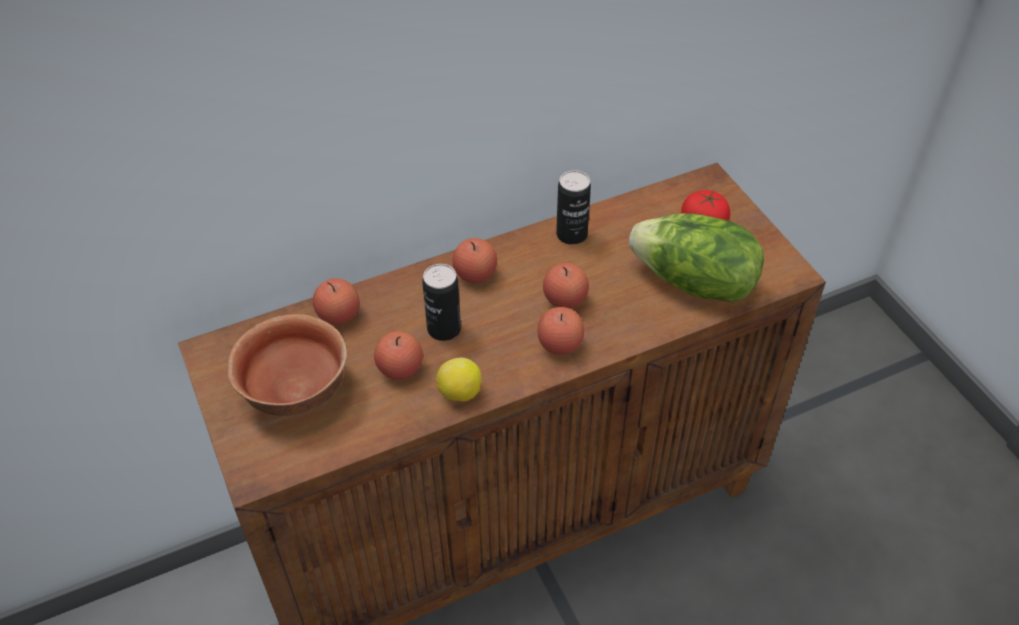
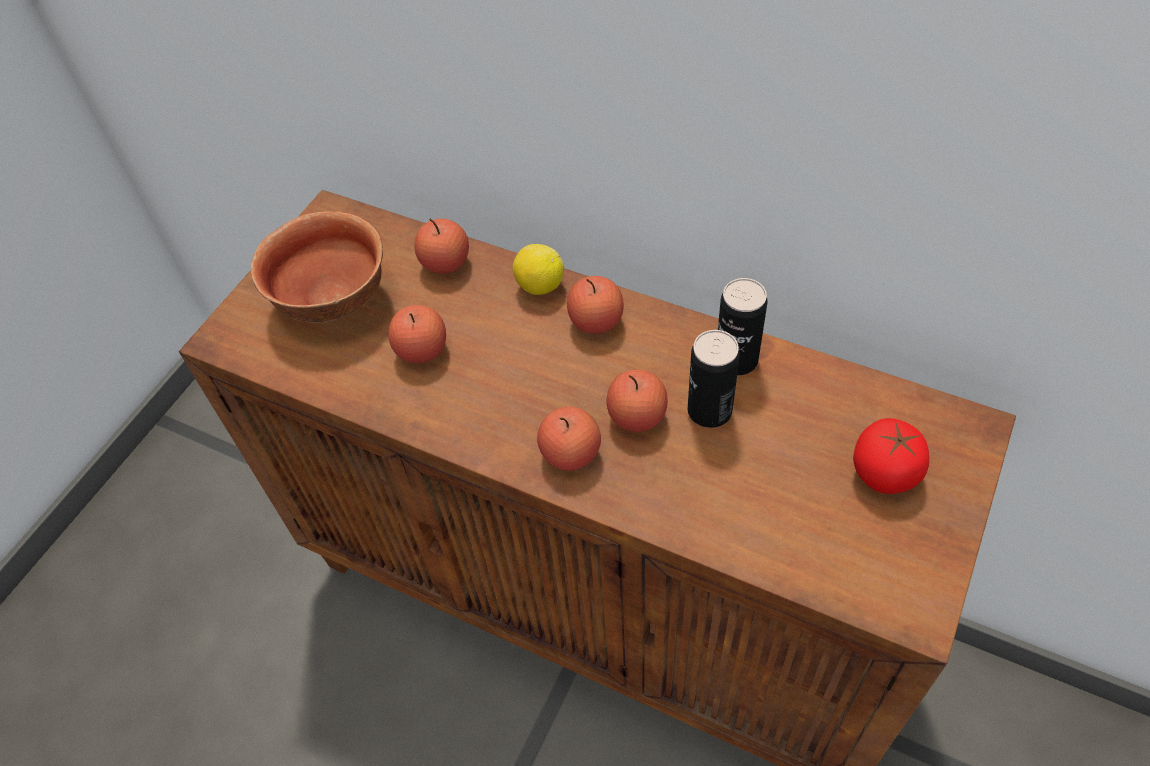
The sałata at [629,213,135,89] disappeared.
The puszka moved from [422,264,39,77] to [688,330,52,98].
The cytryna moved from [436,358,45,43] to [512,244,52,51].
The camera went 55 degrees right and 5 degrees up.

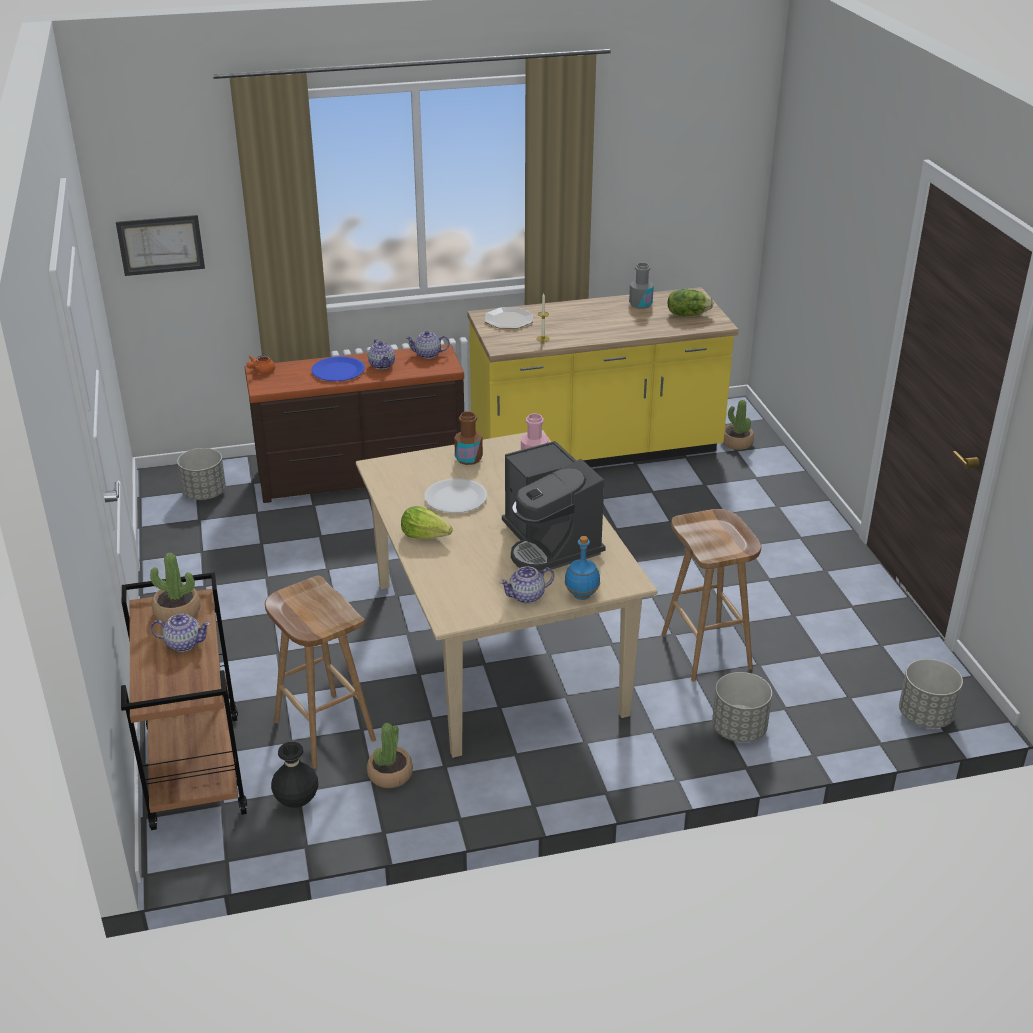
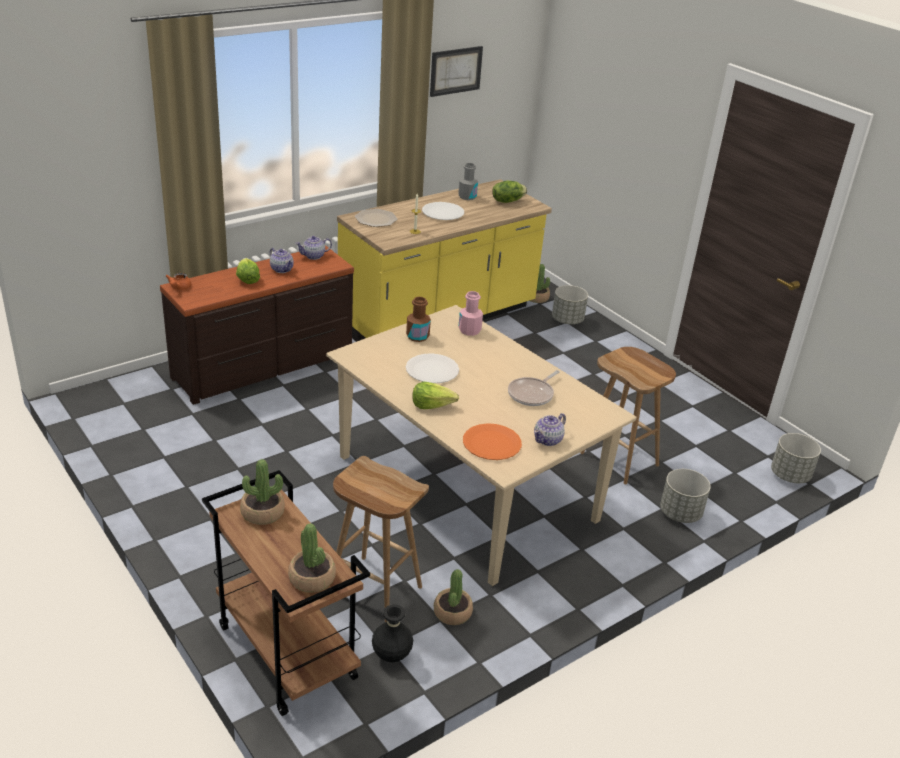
The imbryk at [151,614,60,38] disappeared.
The butelka (niebieski) at [565,536,35,64] disappeared.
The roślina doniczkowa at [288,523,48,70] appeared.
The talerz (biały) at [422,202,42,18] appeared.
The talerz (pomarańczowy) at [463,423,59,37] appeared.
The obraz moved from [116,215,89,61] to [430,46,53,51].
The donica (szary) moved from [177,448,49,52] to [552,285,36,39].
The talerz (niebieski) at [311,356,54,25] was replaced by the sałata at [236,258,24,26].
The ekspres do kawy at [502,441,104,131] was replaced by the patelnia at [508,370,52,36].
The camera went 25 degrees left and 0 degrees up.

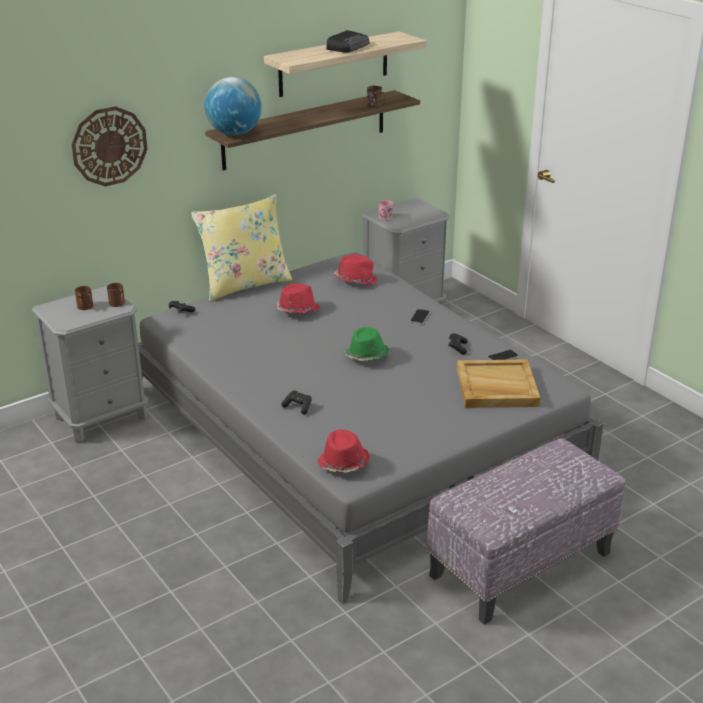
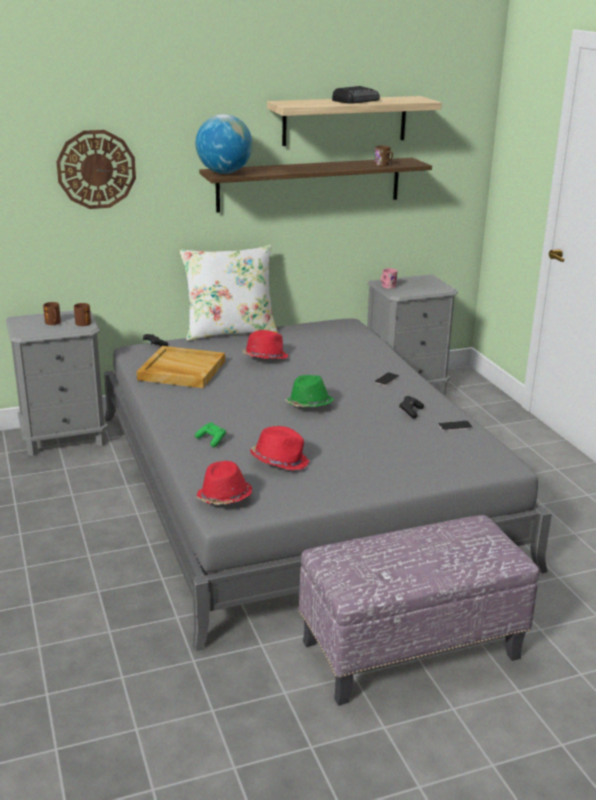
The kapelusz (czerwony) moved from [334,254,43,31] to [250,426,60,44].
The taca (beżowy) moved from [457,359,83,49] to [137,346,88,42].
The poduszka (żółty) at [191,194,102,107] became the poduszka (biały) at [179,245,99,96].
The pad do gier (czarny) at [282,391,30,23] became the pad do gier (zielony) at [195,422,31,25].
The camera went 15 degrees right and 5 degrees down.

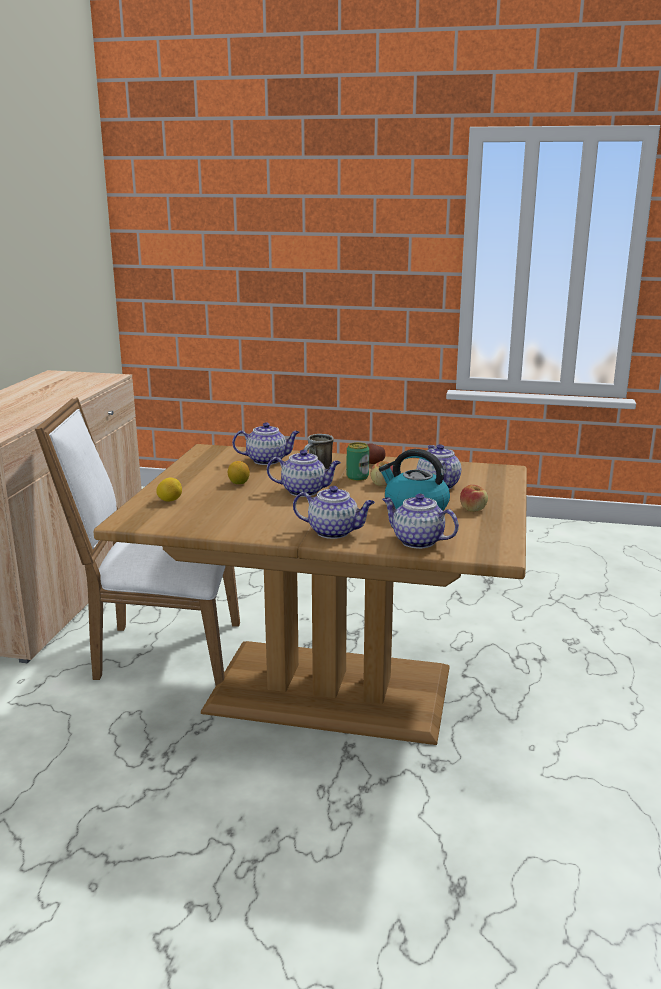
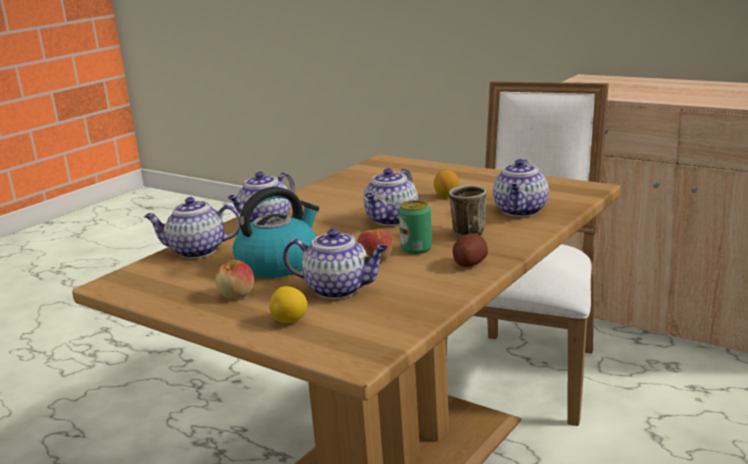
The cytryna moved from [156,478,26,24] to [269,286,39,37].
The imbryk at [382,494,77,55] turned 150 degrees counterclockwise.
The camera went 115 degrees right and 0 degrees up.

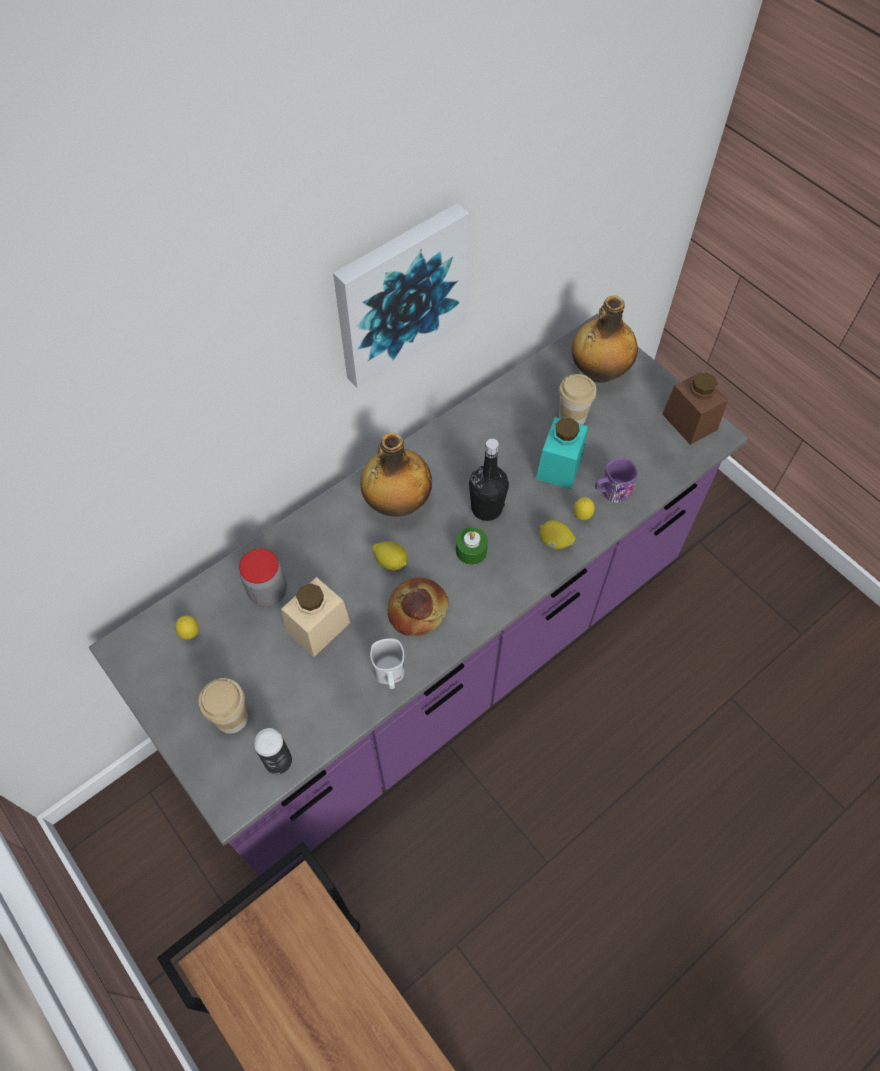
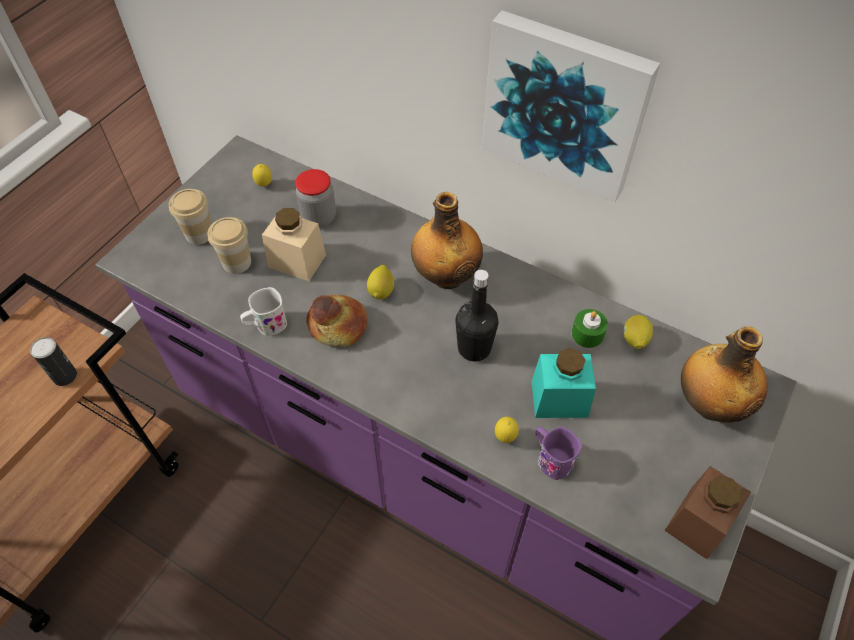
The puszka moved from [254,728,38,47] to [30,337,47,49].
The świeca (zielony) moved from [456,527,32,38] to [572,309,36,39].
The cytryna moved from [540,520,36,29] to [624,315,29,34].
The filiżanka moved from [559,374,38,51] to [207,217,44,57].
The camera went 70 degrees right and 5 degrees down.

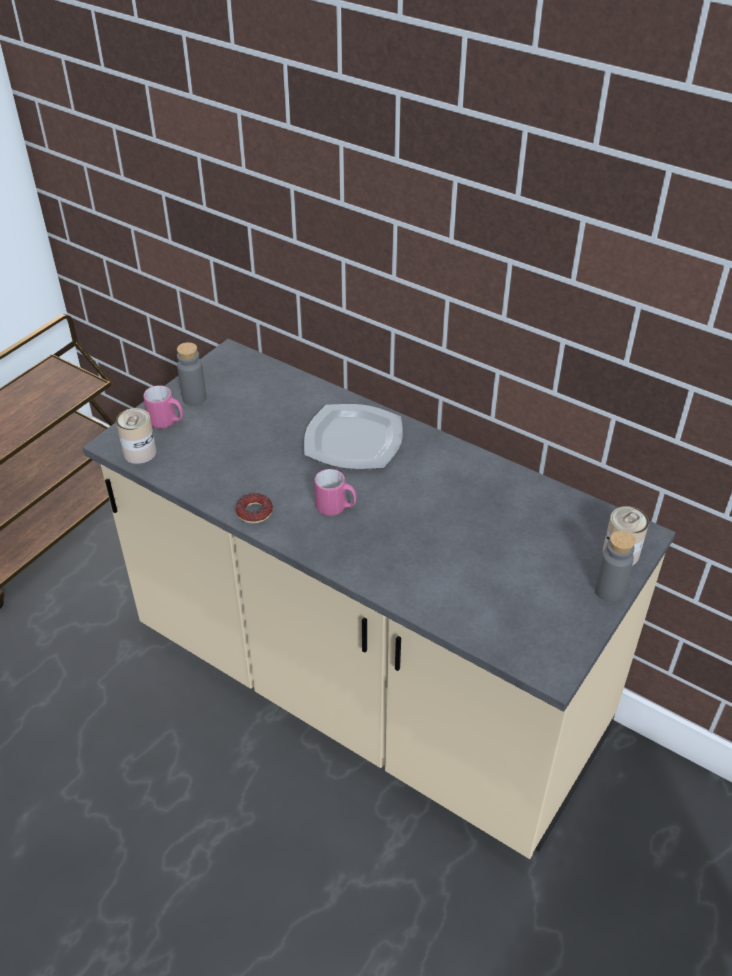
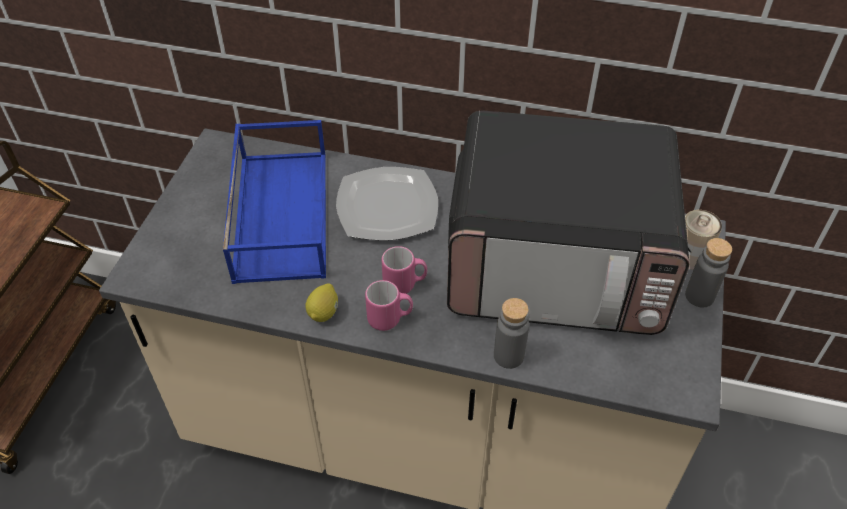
The puszka at [116,408,41,56] disappeared.
The taca (niebieski) at [223,120,103,164] appeared.
The mikrofalówka at [447,111,243,224] appeared.
The kubek (różowy) moved from [143,385,40,44] to [365,280,48,51].
The butelka (szary) moved from [177,342,30,64] to [494,298,35,71].
The donut at [236,493,37,31] was replaced by the cytryna at [306,283,32,39].
The camera went 20 degrees left and 5 degrees up.

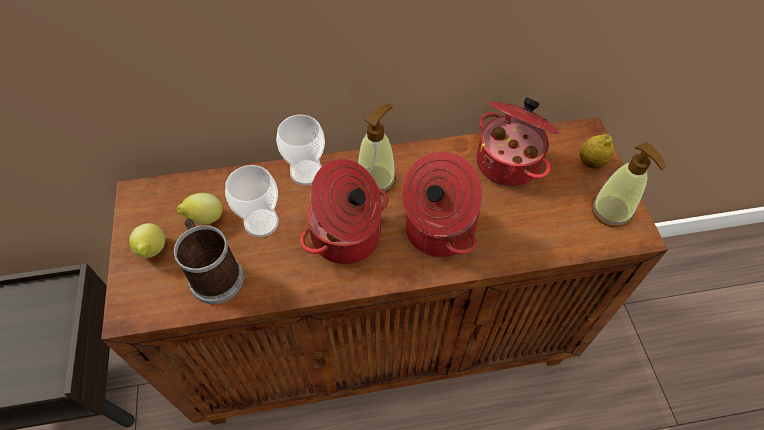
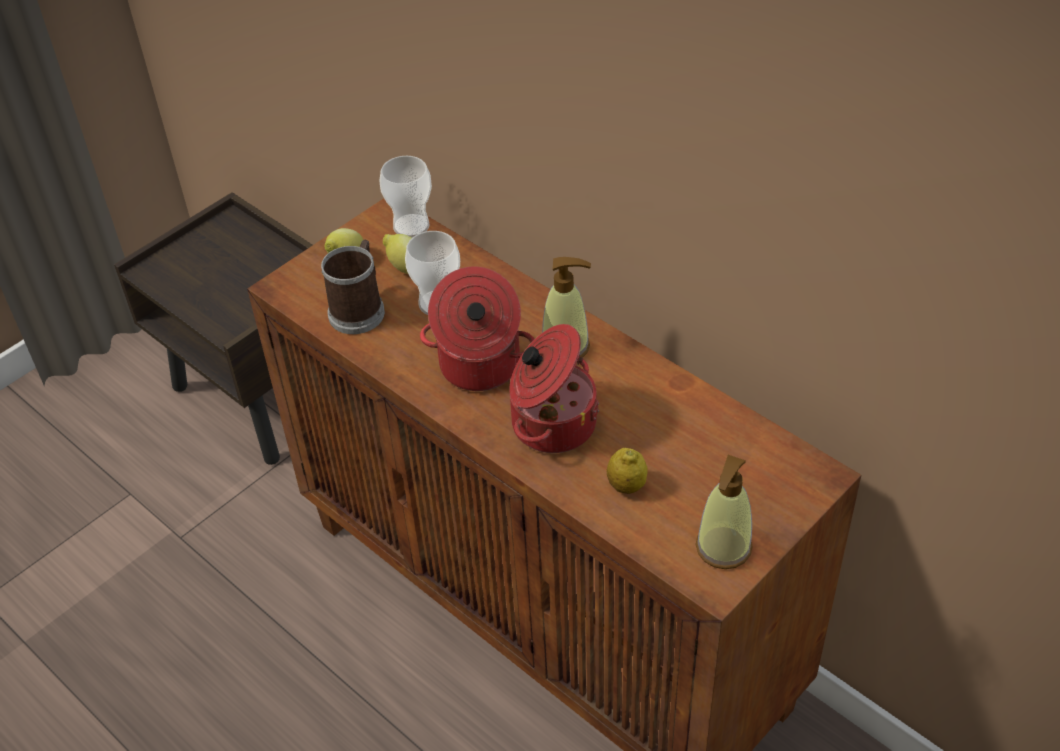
The garnek at [477,98,83,89] disappeared.
The filiżanka moved from [276,115,49,70] to [380,156,52,81].
The cytryna moved from [580,134,34,35] to [607,448,41,46].
The camera went 55 degrees right and 10 degrees down.

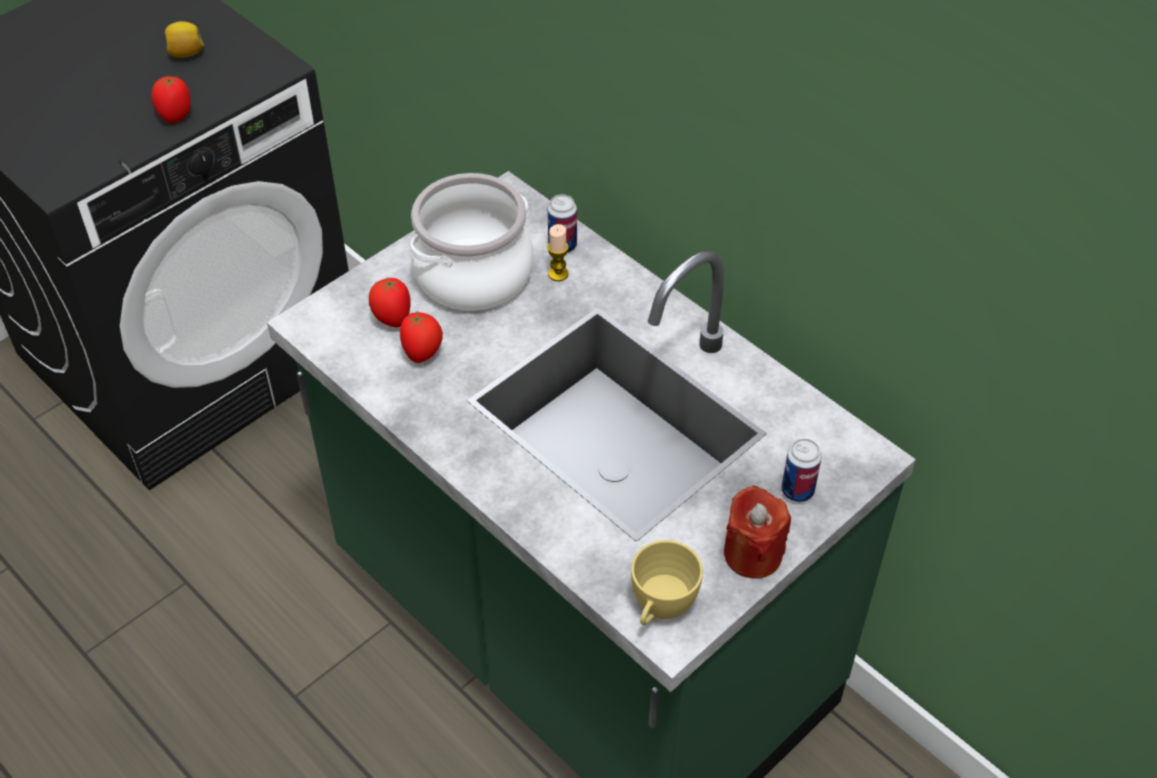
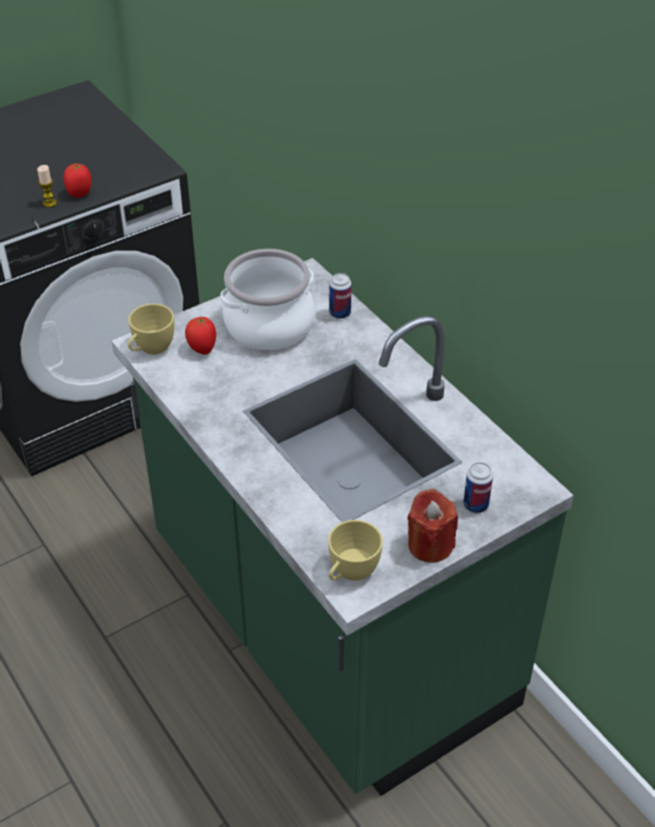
The cytryna at [165,21,39,37] disappeared.
The pomidor at [400,310,43,53] disappeared.
The filiżanka (żółty) at [128,304,46,51] appeared.
The świeca moved from [547,224,22,57] to [37,165,20,42].
The camera went 10 degrees right and 5 degrees down.

